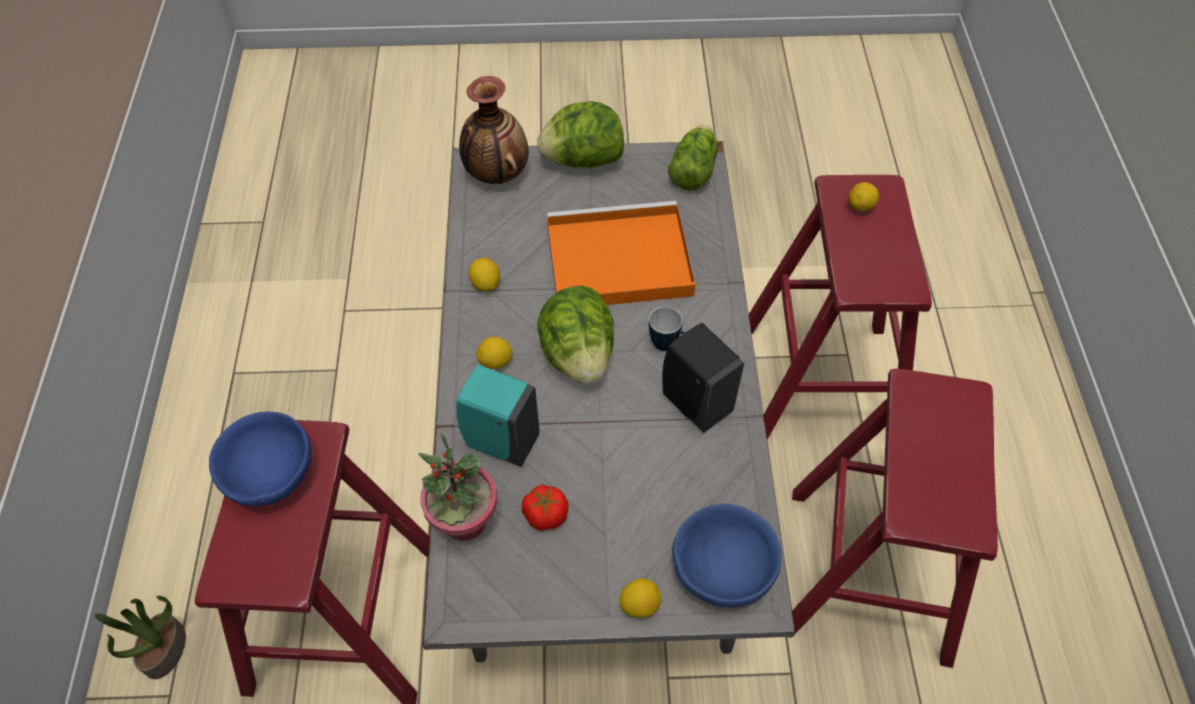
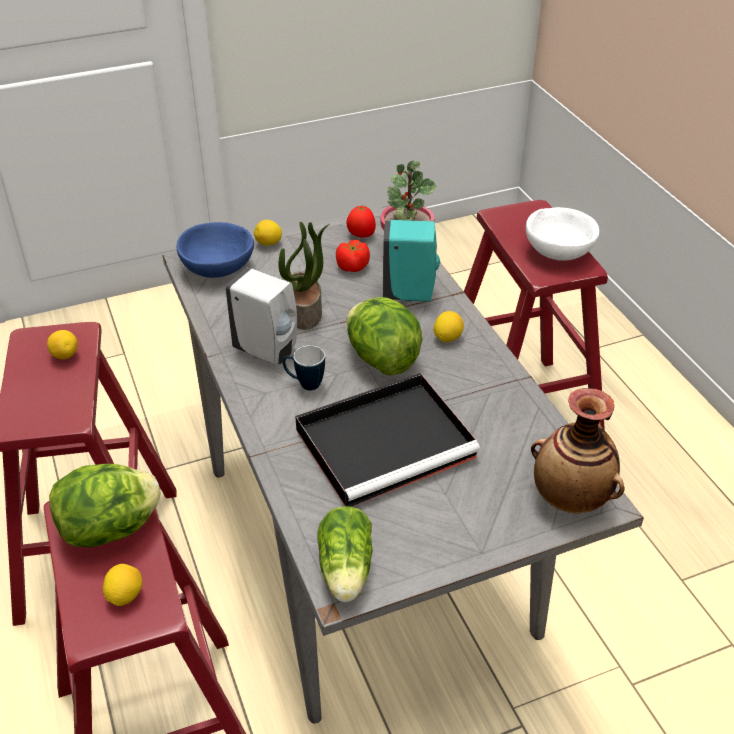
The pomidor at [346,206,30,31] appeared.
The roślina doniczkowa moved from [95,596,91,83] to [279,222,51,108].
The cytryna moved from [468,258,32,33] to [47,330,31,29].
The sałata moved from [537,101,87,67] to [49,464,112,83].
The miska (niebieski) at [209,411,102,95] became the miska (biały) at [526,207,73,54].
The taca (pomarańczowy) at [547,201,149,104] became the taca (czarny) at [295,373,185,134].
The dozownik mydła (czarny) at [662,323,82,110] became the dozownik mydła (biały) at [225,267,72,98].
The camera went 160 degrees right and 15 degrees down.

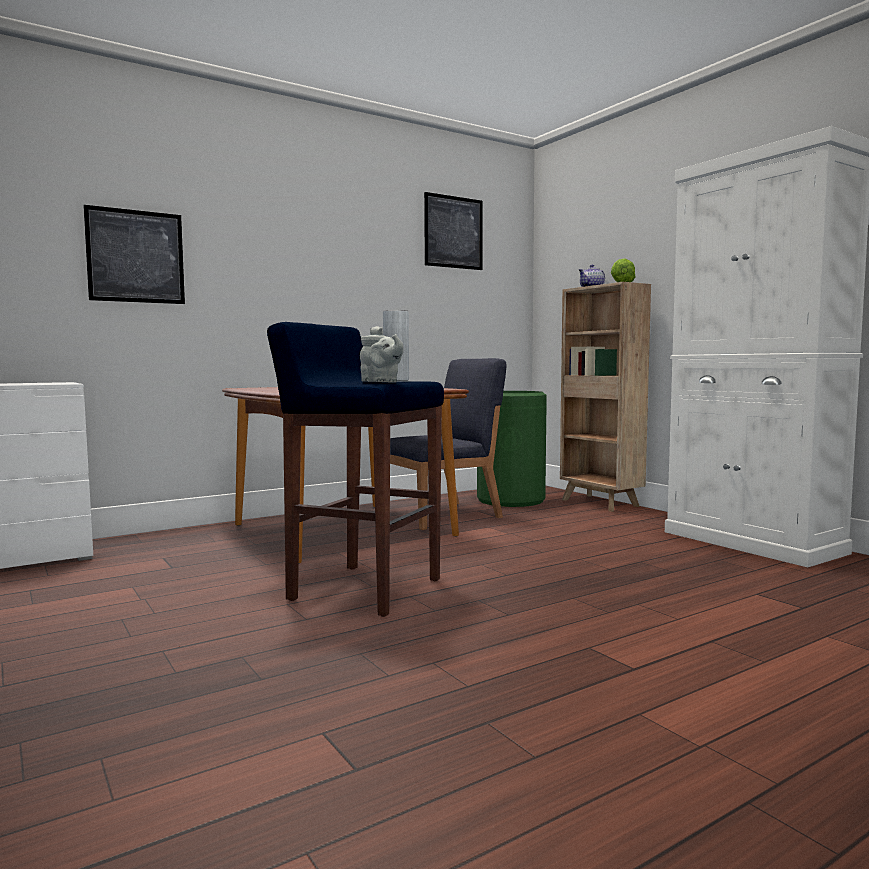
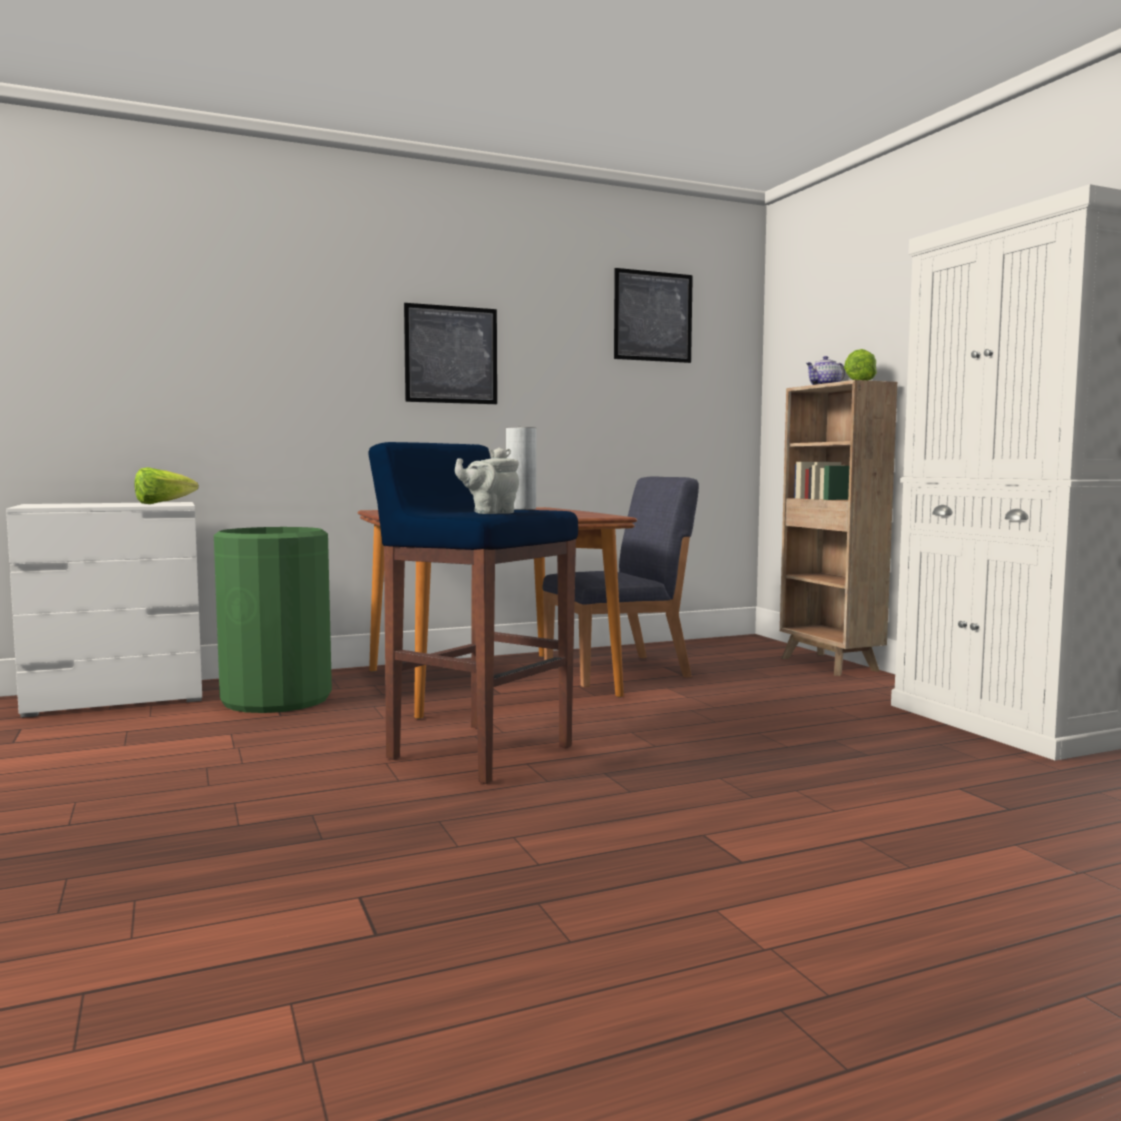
The sałata at [135,467,64,37] appeared.
The obraz moved from [83,205,102,99] to [404,303,93,101].
The kosz na śmieci (zielony) moved from [477,391,70,116] to [214,527,118,186].
The imbryk (szary) at [360,326,44,57] turned 90 degrees clockwise.
The camera went 10 degrees right and 0 degrees up.

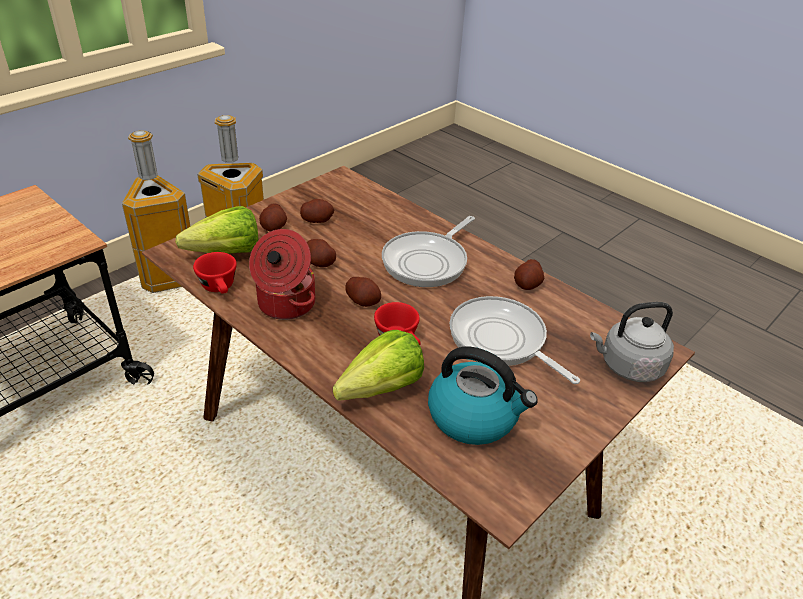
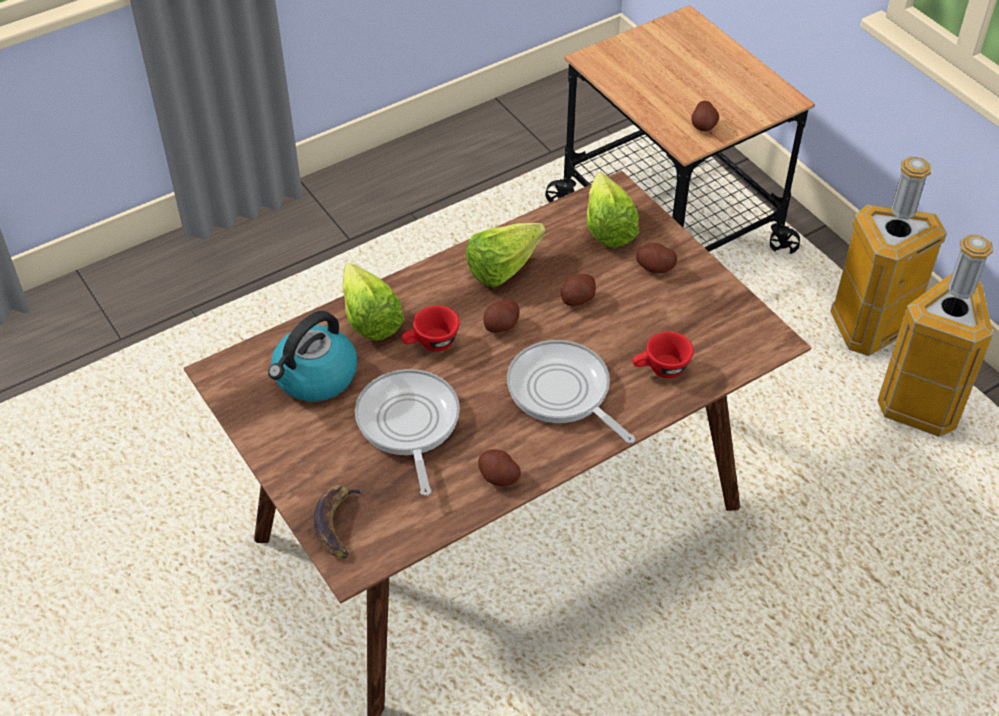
The filiżanka (czerwony) moved from [193,252,44,42] to [633,331,61,47].
The ziemniak moved from [300,199,34,24] to [691,101,28,31].
The garnek at [249,229,66,91] was replaced by the sałata at [466,223,80,64].
The czajnik (szary) at [590,302,84,80] was replaced by the banan at [314,485,52,74].
The patelnia at [450,296,130,88] turned 75 degrees counterclockwise.
The camera went 105 degrees right and 10 degrees up.

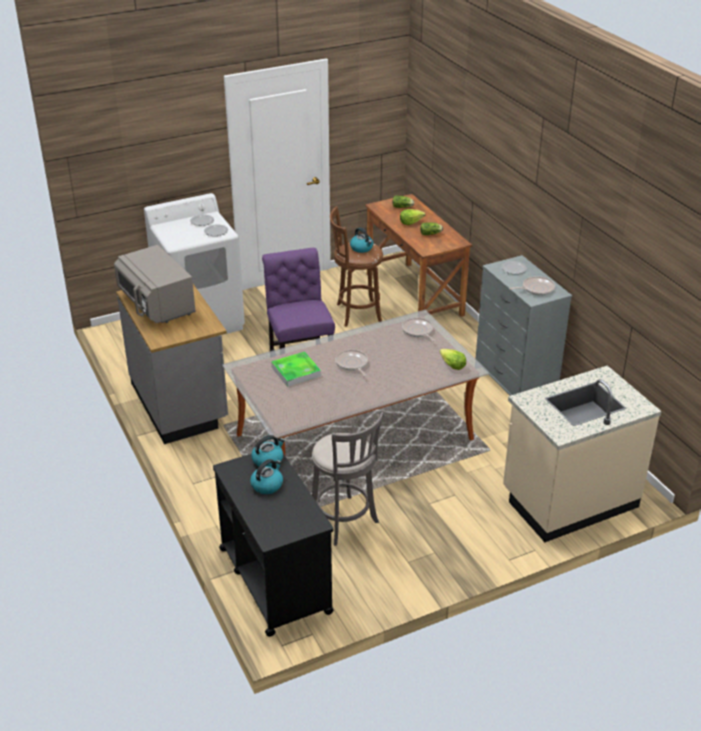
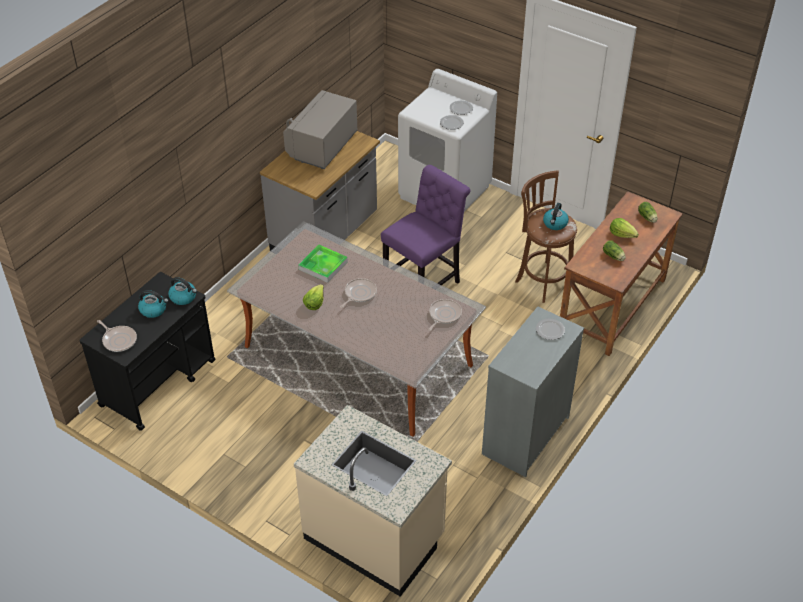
The stołek (szary) at [312,409,72,137] disappeared.
The sałata moved from [439,349,27,21] to [303,284,21,26].
The patelnia moved from [509,276,46,19] to [97,320,40,32].
The camera went 60 degrees right and 10 degrees up.

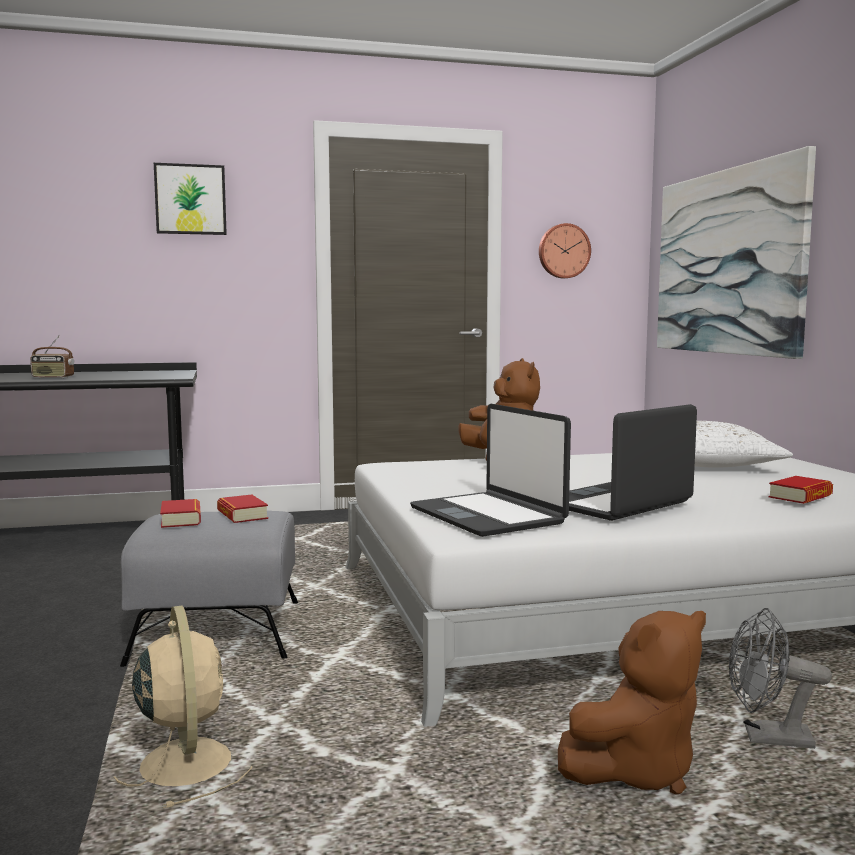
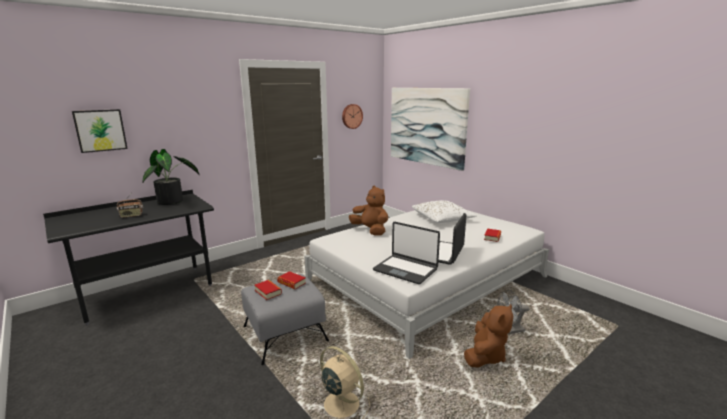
The roślina doniczkowa at [142,149,58,56] appeared.
The obraz moved from [154,163,73,72] to [72,109,56,44].
The camera went 25 degrees left and 10 degrees up.

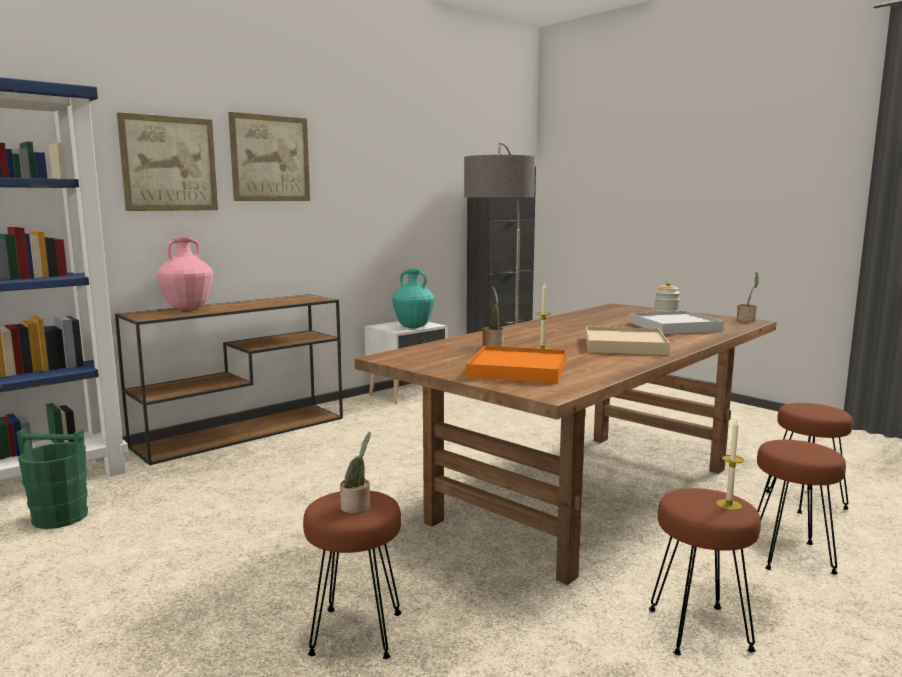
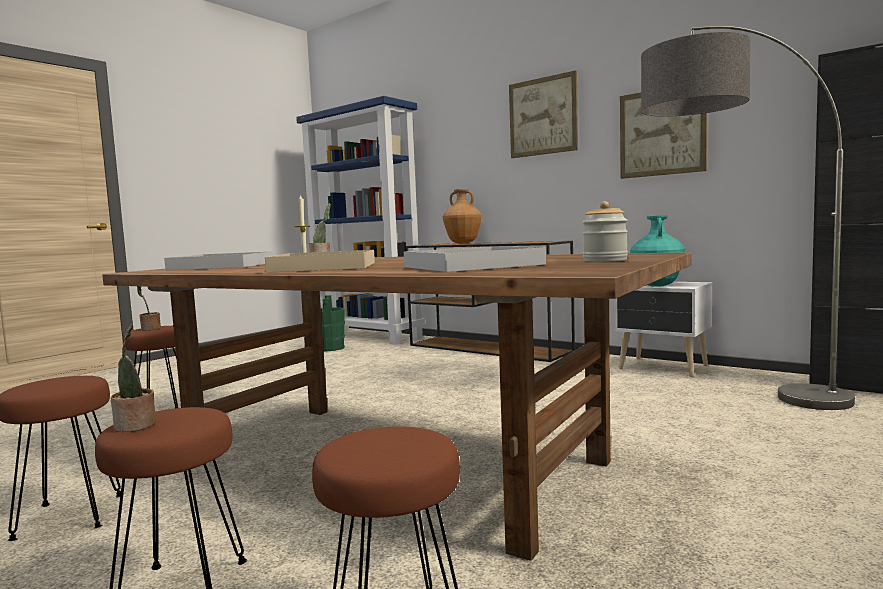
The świeca at [716,420,28,90] disappeared.
The obraz moved from [117,112,101,99] to [620,93,87,86].
The roślina doniczkowa moved from [737,272,22,50] to [111,324,45,108].
The wazon (różowy) at [157,237,56,73] became the wazon (brązowy) at [443,189,39,55].
The taca (pomarańczowy) at [466,346,101,38] became the taca (biały) at [164,251,109,19].
The camera went 80 degrees right and 5 degrees down.

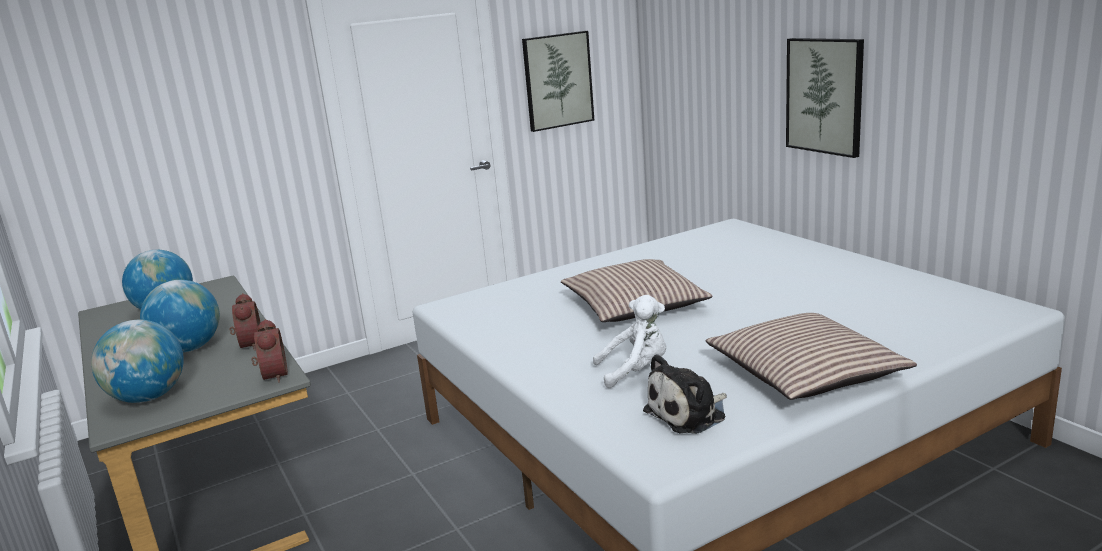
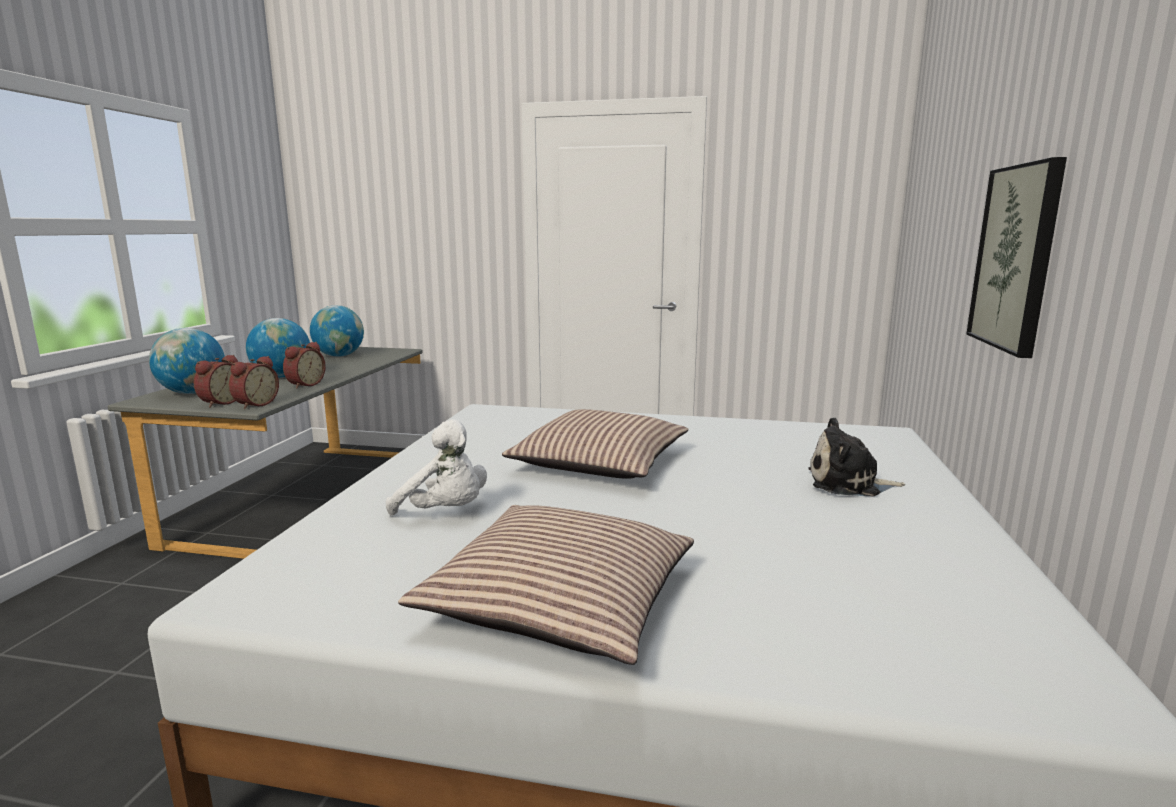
The obraz at [522,31,72,101] disappeared.
The budzik at [194,355,44,53] appeared.
The pluszak moved from [643,354,84,80] to [808,417,97,80].
The camera went 40 degrees right and 5 degrees down.

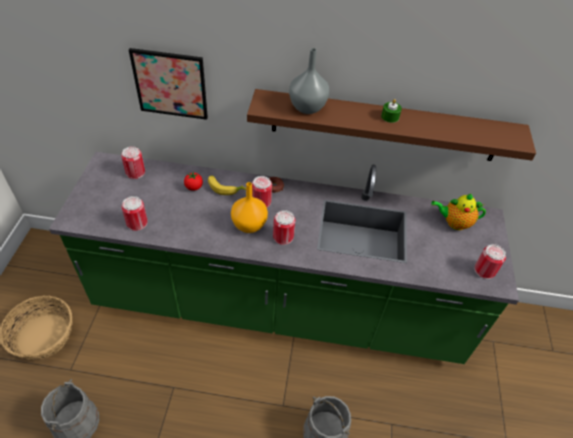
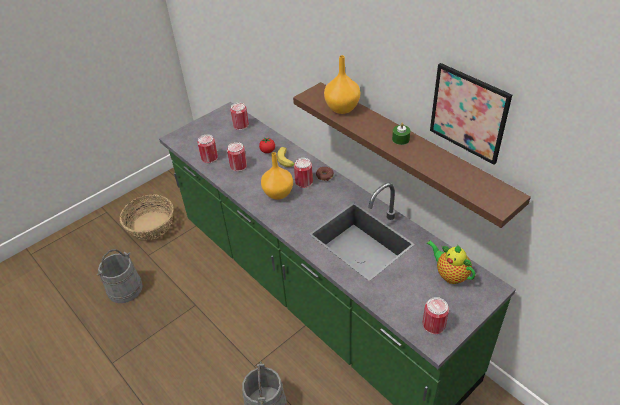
The obraz moved from [129,48,79,72] to [430,63,82,102].
The puszka moved from [273,210,22,35] to [227,142,20,29].
The wazon (szary) at [289,48,40,66] became the wazon (pomarańczowy) at [324,55,36,59].
The camera went 45 degrees right and 5 degrees down.

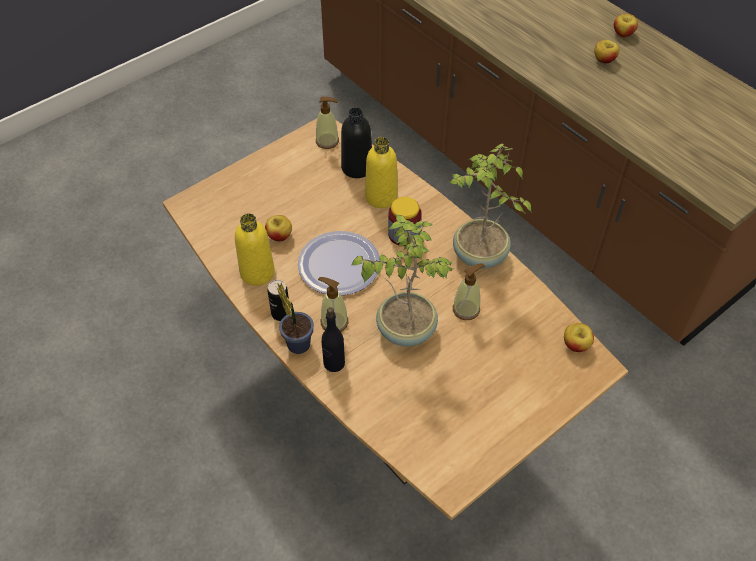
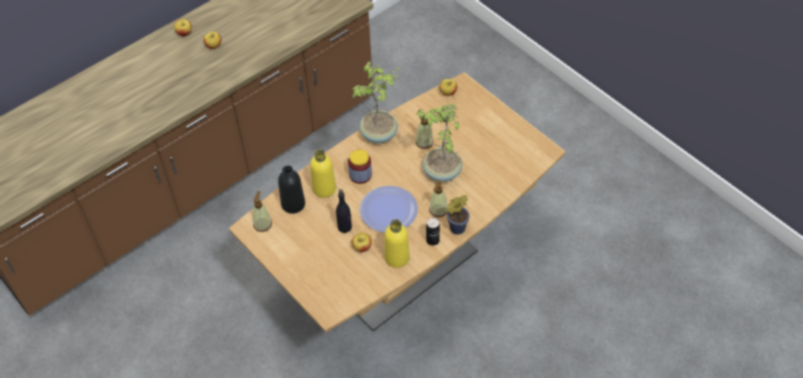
The butelka (czarny) moved from [322,307,23,65] to [336,189,16,44].
The camera went 90 degrees left and 0 degrees up.

